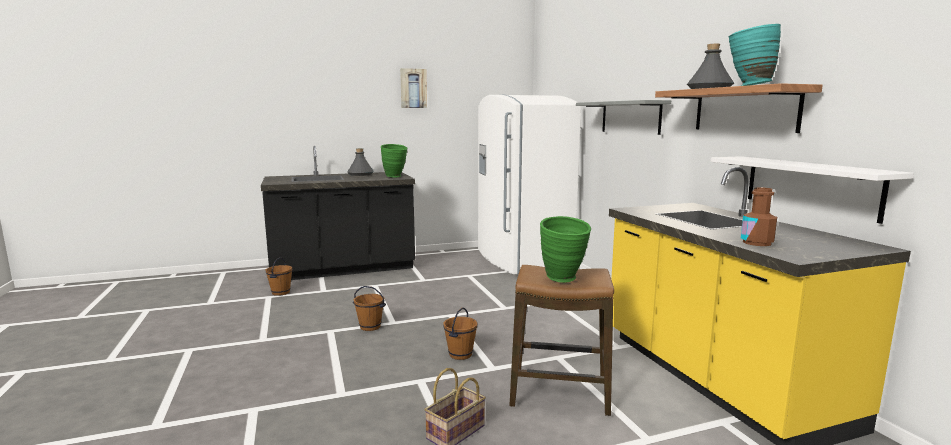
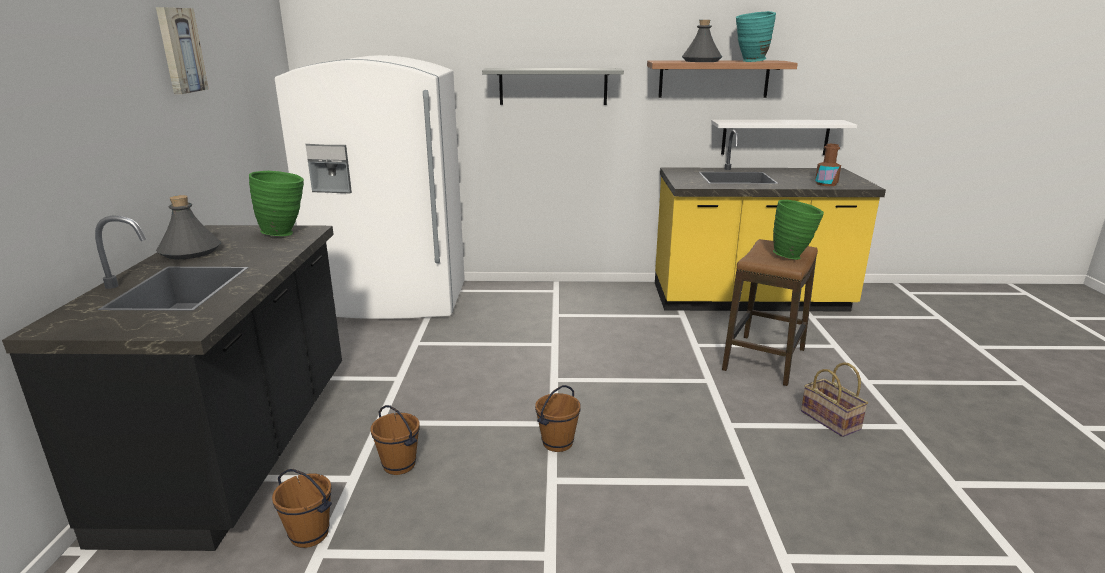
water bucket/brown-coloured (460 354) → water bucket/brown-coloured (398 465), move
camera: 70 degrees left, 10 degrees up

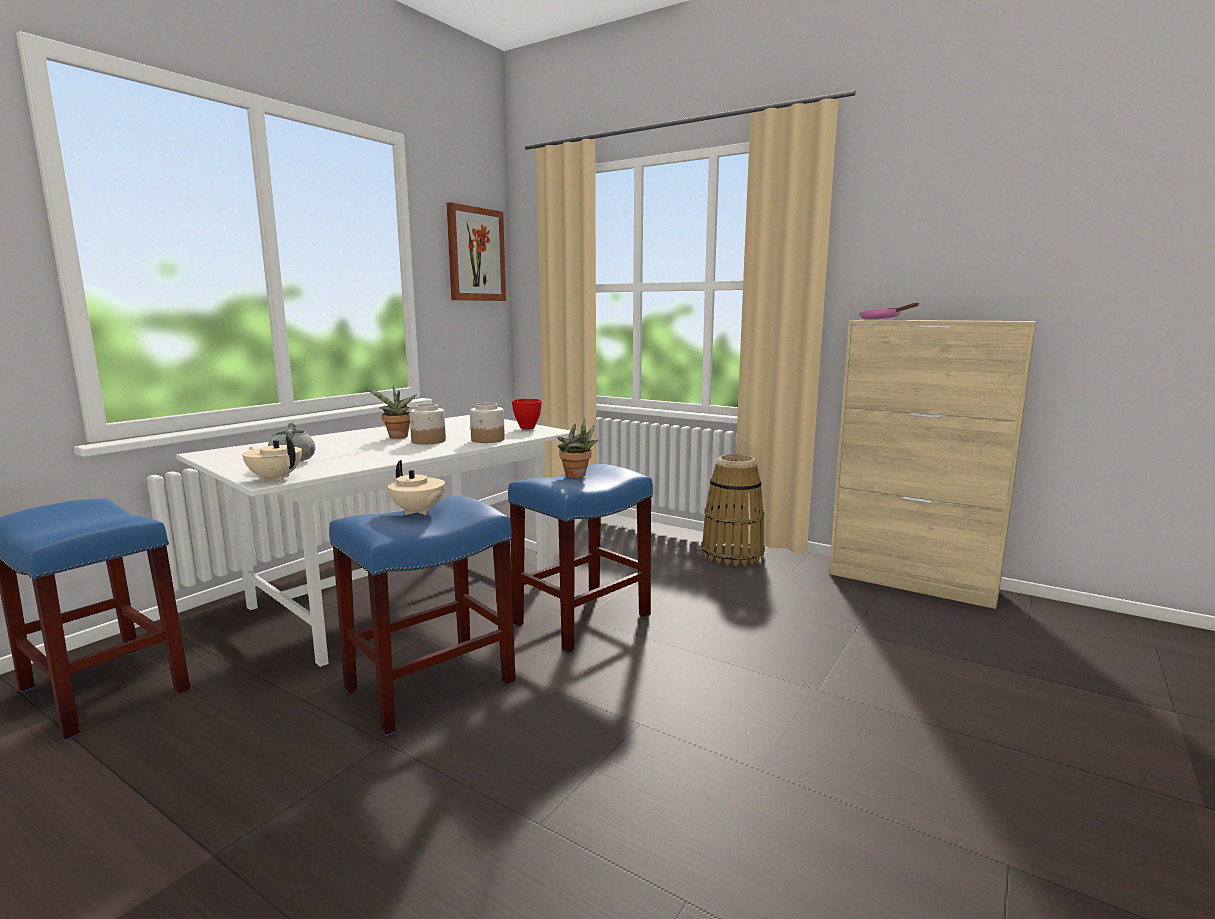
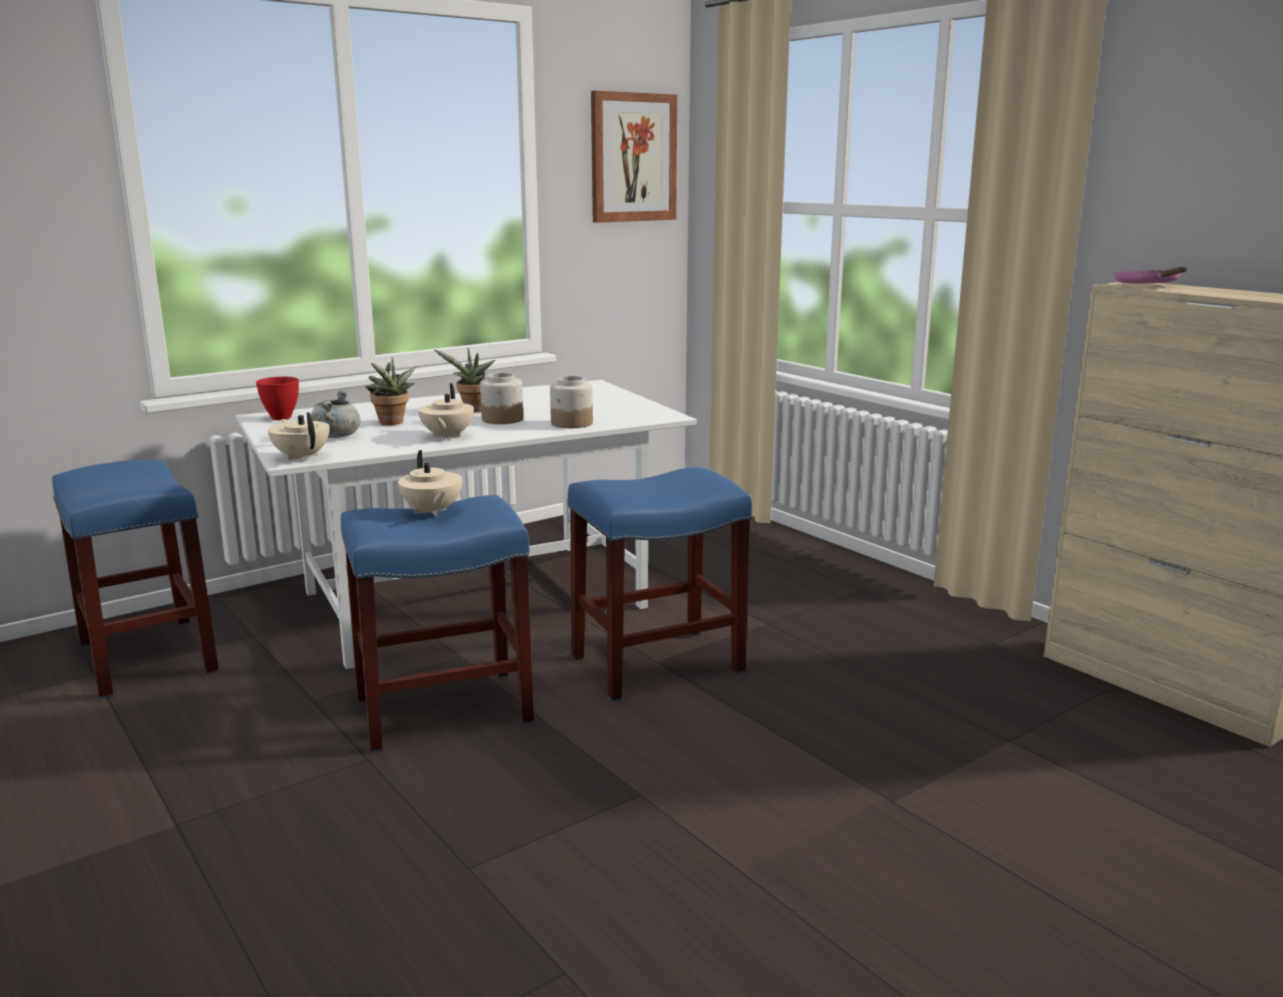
serving bowl/red-coloured (527 428) → serving bowl/red-coloured (282 417), move
plant in a pot (577 476) → plant in a pot (392 423), move
basket (732 554) → -
- → tea pot/beige-coloured (446 436)
camera: 20 degrees right, 5 degrees up

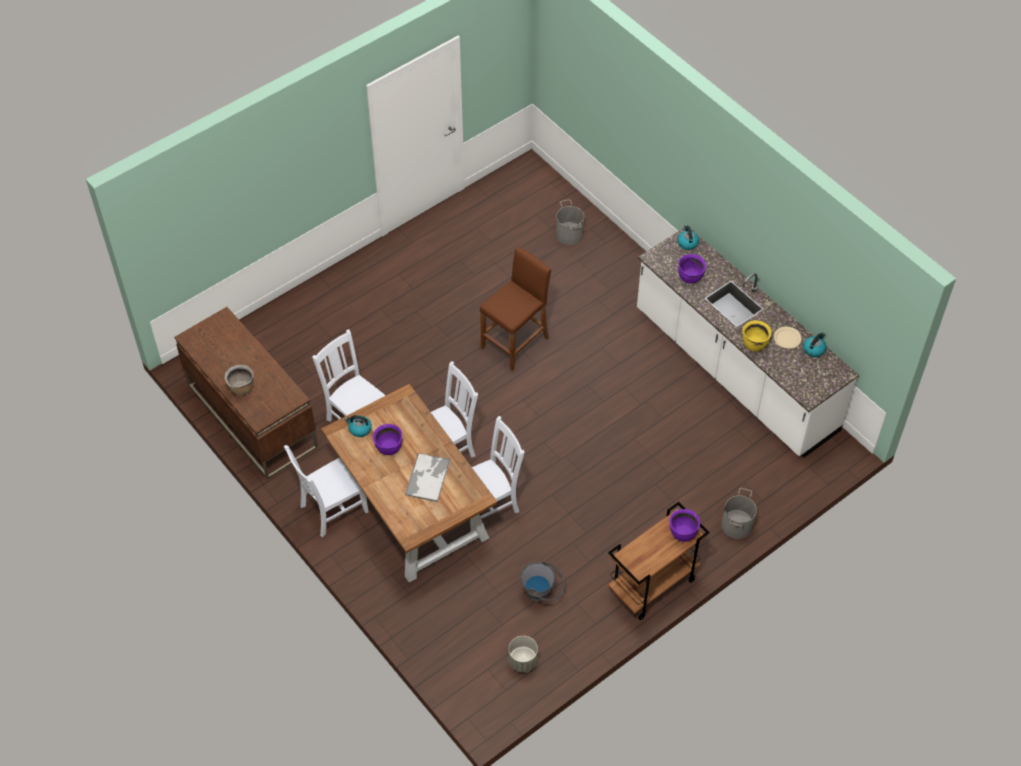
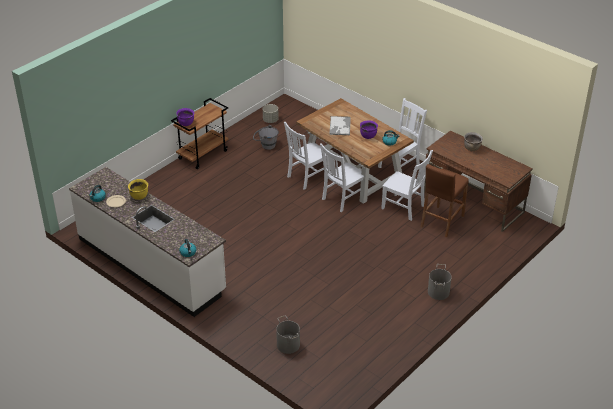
stool seat/brown-coloured (515 343) → stool seat/brown-coloured (441 221), move
saucepot/purple-coloured (690 277) → -
water bucket/grey (737 525) → water bucket/grey (438 292), move
camera: 170 degrees right, 15 degrees down

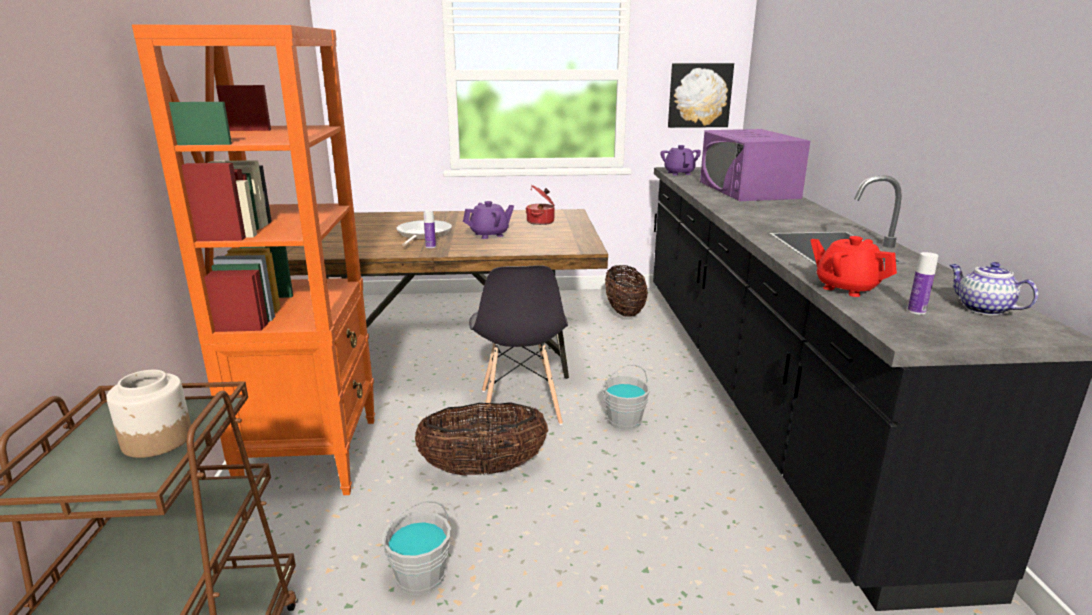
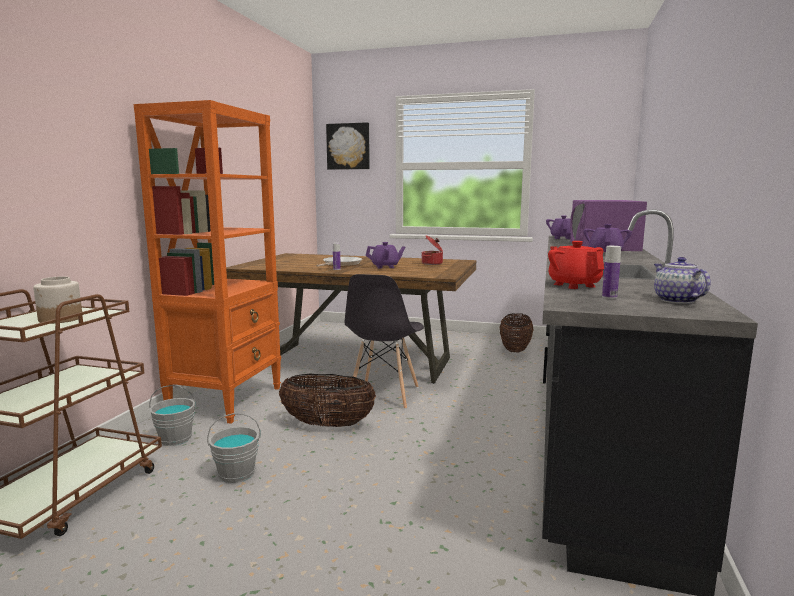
wall picture (699 95) → wall picture (348 146), move
water bucket/grey (624 420) → water bucket/grey (176 438), move
- → tea pot/purple-coloured (605 254)
camera: 20 degrees right, 10 degrees down

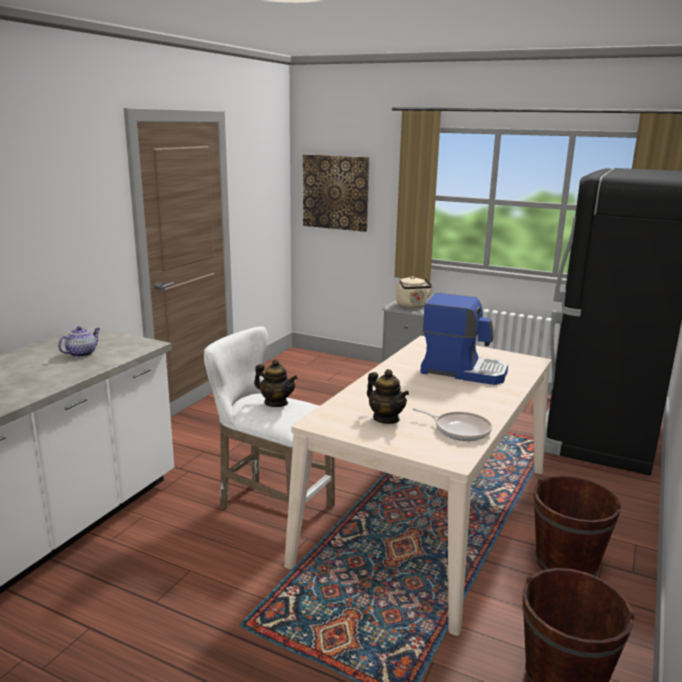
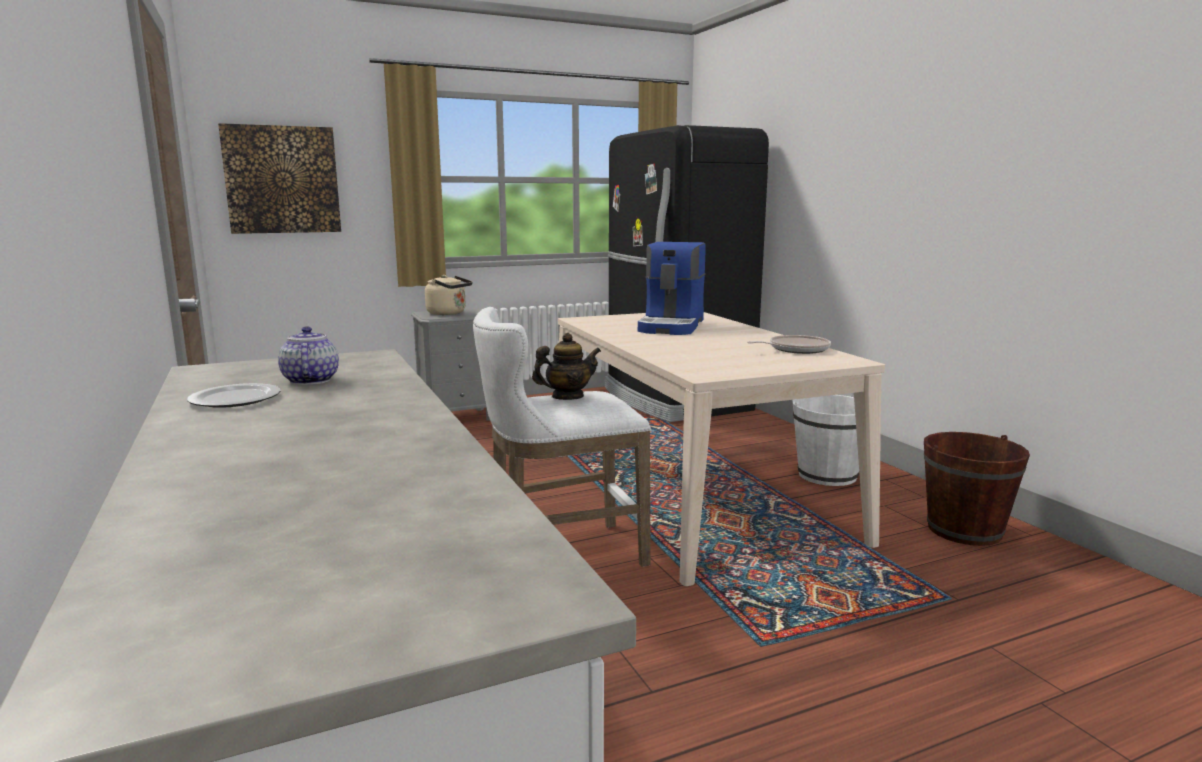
coffee maker (463 371) → coffee maker (672 326), 135 degrees clockwise
tea pot (386 419) → -
water bucket/brown-coloured (566 563) → water bucket/whitish (827 475)
- → plate (236 399)
camera: 50 degrees left, 5 degrees down

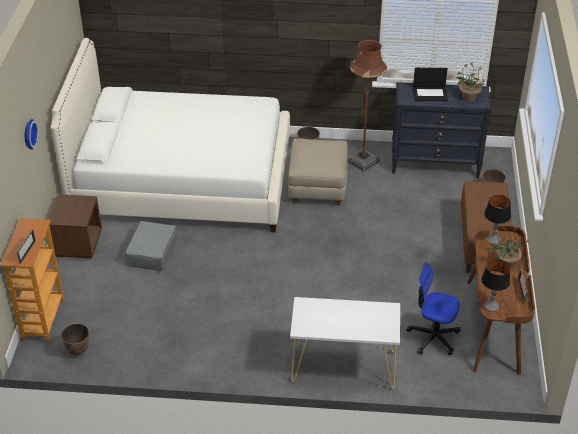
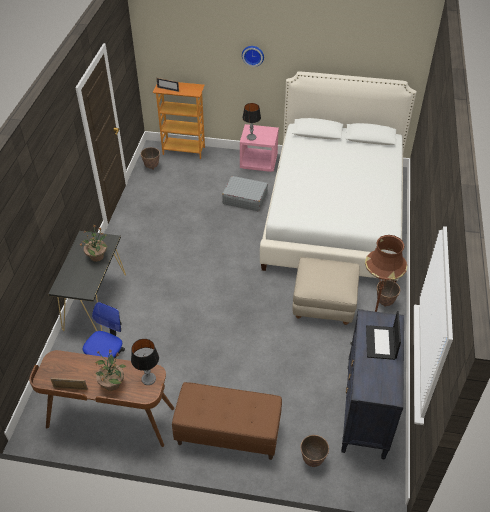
plant in a pot (468 97) → plant in a pot (97 256), move
bedside table/brown-coloured (77 244) → bedside table/pink (259 162)
lamp for a table (491 306) → lamp for a table (251 137), move
narrow table/whitish (343 366) → narrow table/black (95 301)
camera: 95 degrees right, 5 degrees up

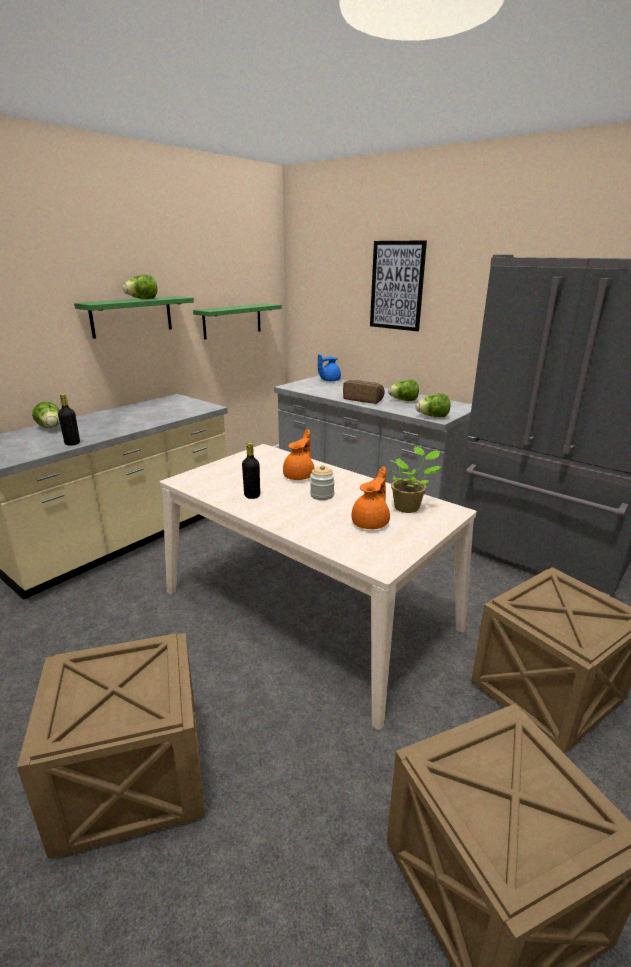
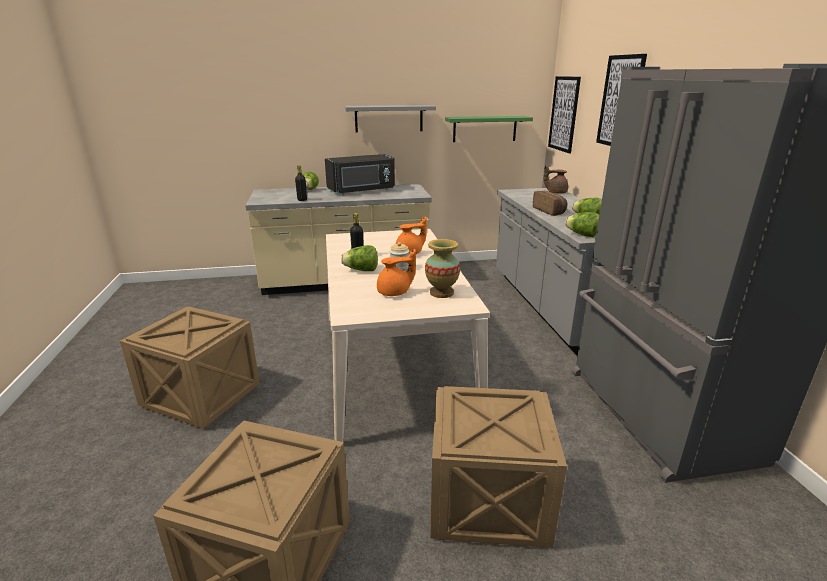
lettuce (142 299) → lettuce (361 270), move
bracket shelf/greenish (132 316) → bracket shelf/grey (389 118)
tea pot/blue (329 380) → tea pot/brown-coloured (555 192)
plant in a pot (408 507) → flower vase (441 293)
- → wall picture (564 114)
- → microwave oven/black (362 190)
camera: 40 degrees right, 0 degrees up

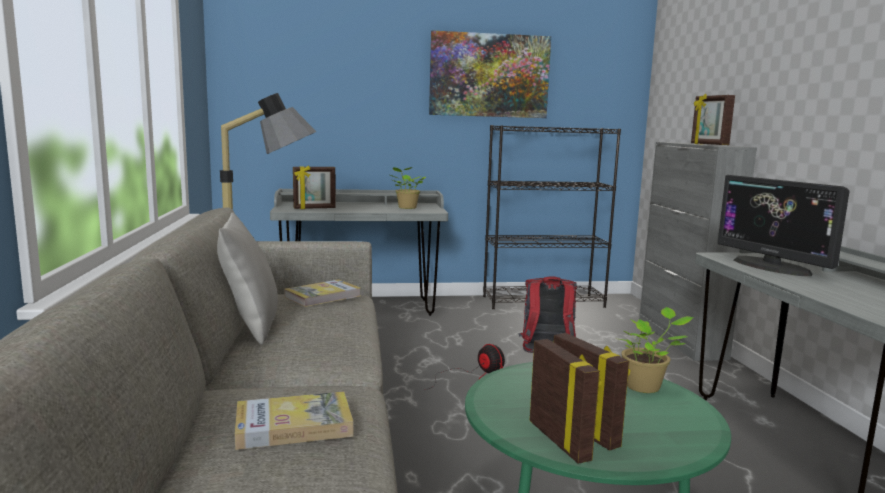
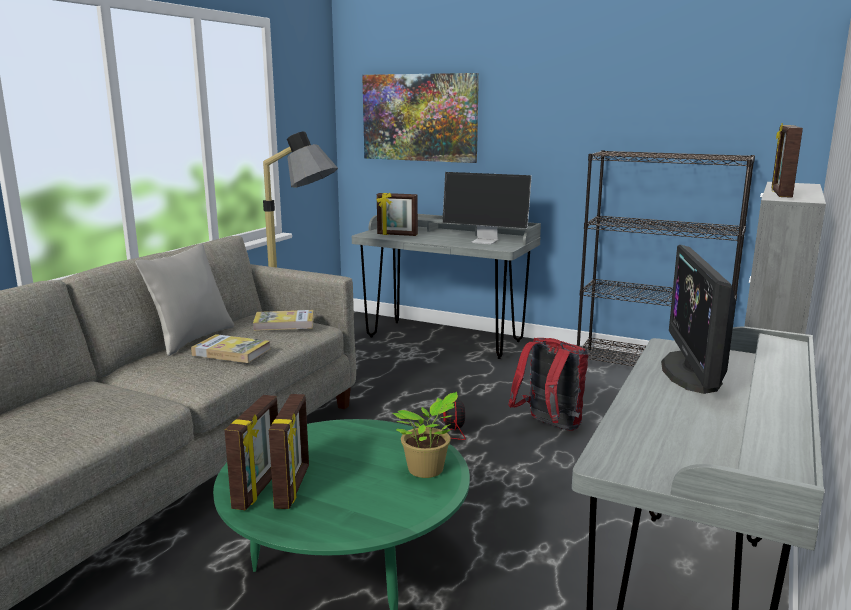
wall picture (489 75) → wall picture (419 117), move
plant in a pot (406 208) → computer screen (486 241)
volume (293 425) → volume (231 352), move
camera: 35 degrees right, 5 degrees up

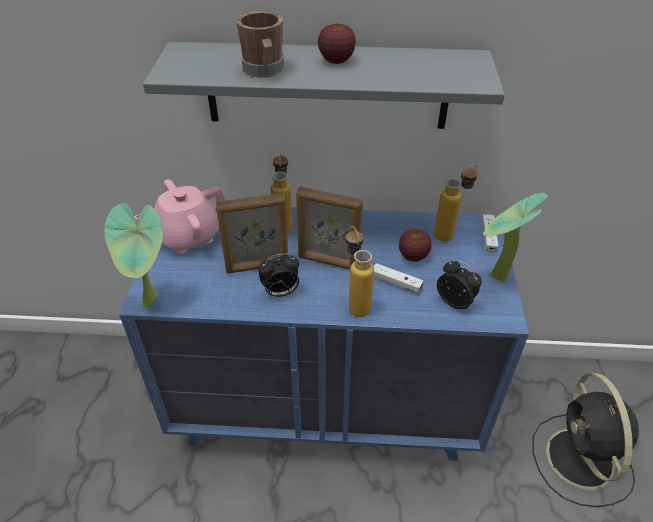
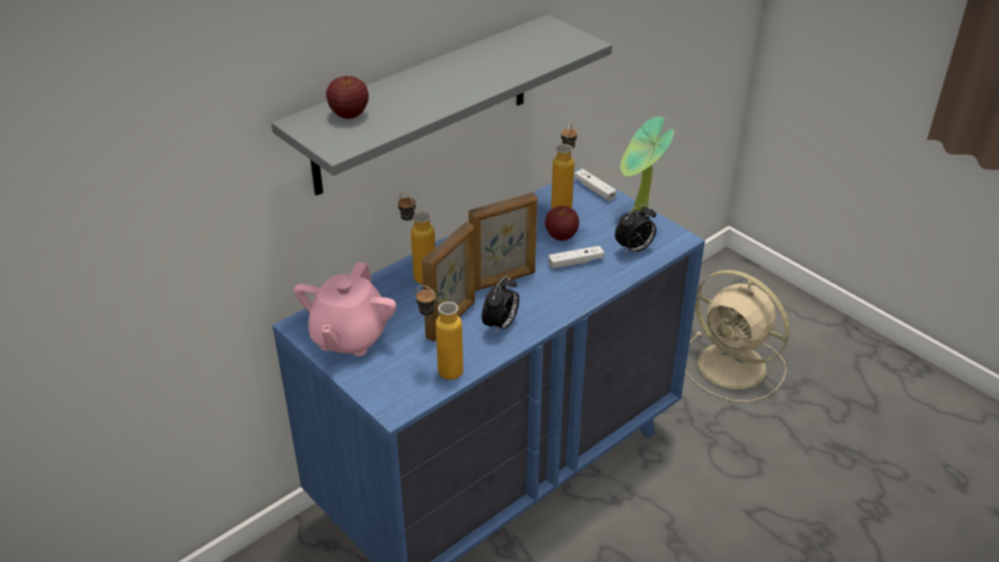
mug/brown-coloured (264 71) → -
apple fruit (336 60) → apple fruit (349 114), move
plant in a pot (152 302) → -
beverage bottle (356 303) → beverage bottle (441 369), move
alarm clock (455 302) → alarm clock (634 249), 150 degrees clockwise
electric fan/black (581 461) → electric fan/beige-coloured (734 367)
camera: 45 degrees left, 5 degrees down

